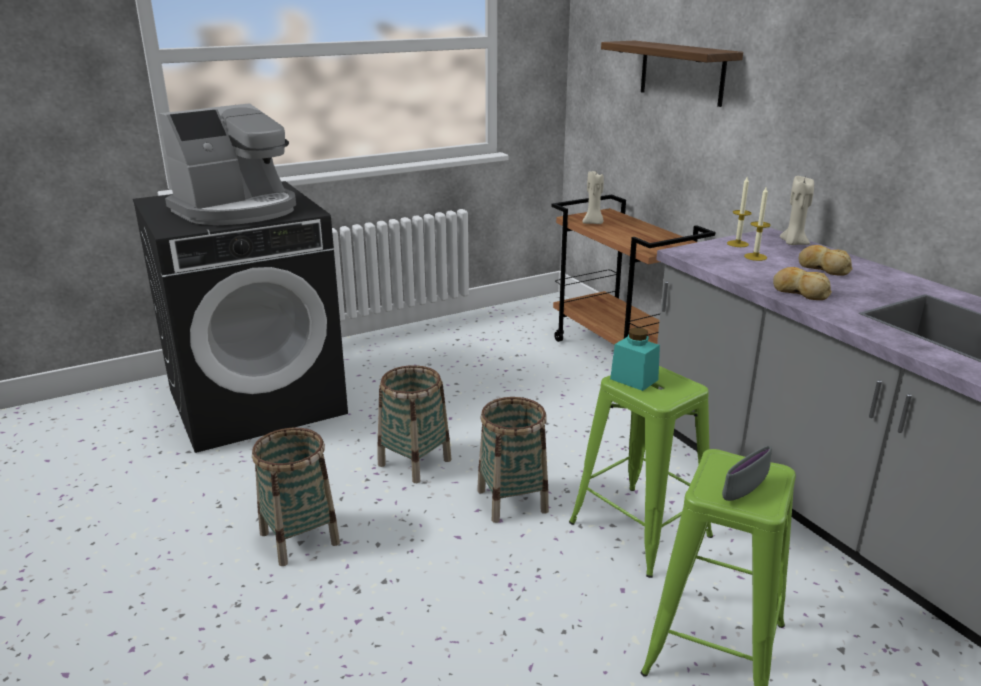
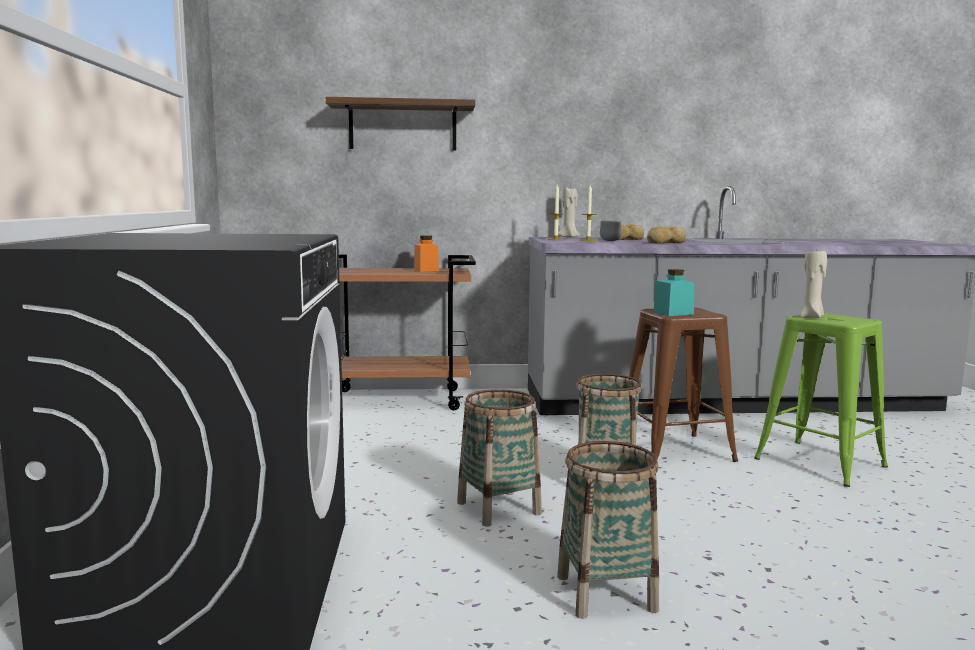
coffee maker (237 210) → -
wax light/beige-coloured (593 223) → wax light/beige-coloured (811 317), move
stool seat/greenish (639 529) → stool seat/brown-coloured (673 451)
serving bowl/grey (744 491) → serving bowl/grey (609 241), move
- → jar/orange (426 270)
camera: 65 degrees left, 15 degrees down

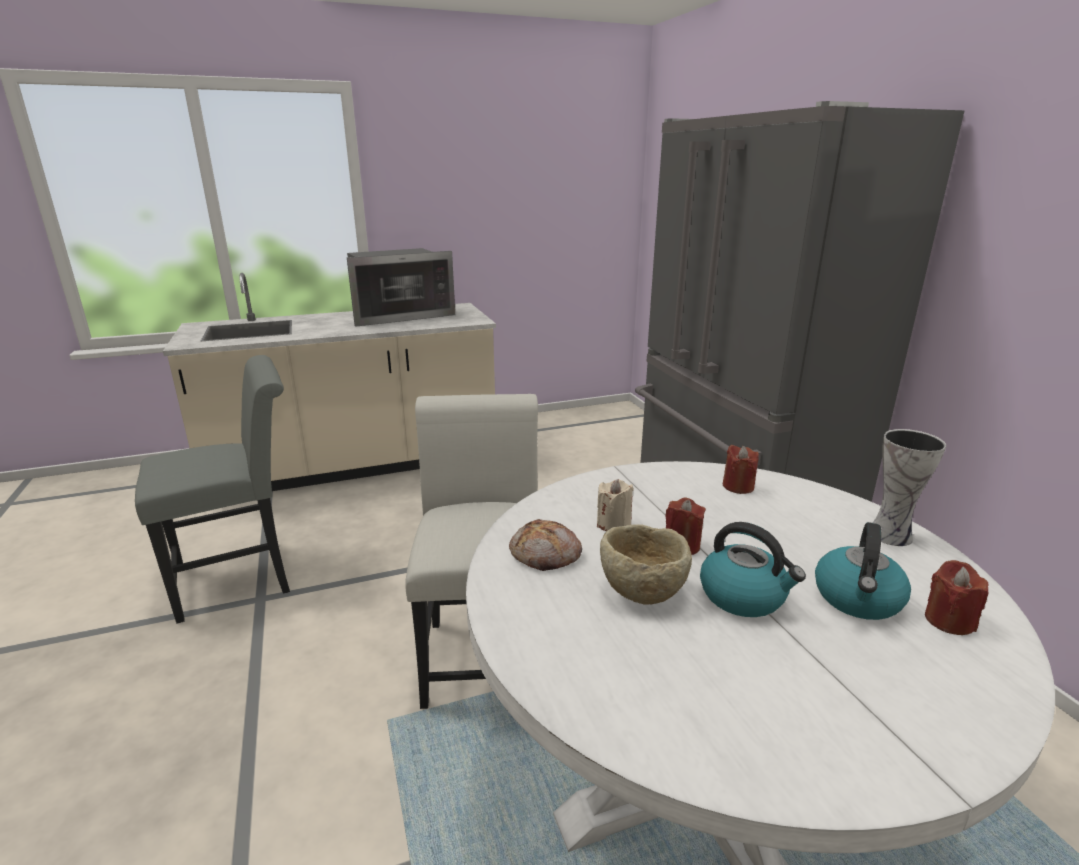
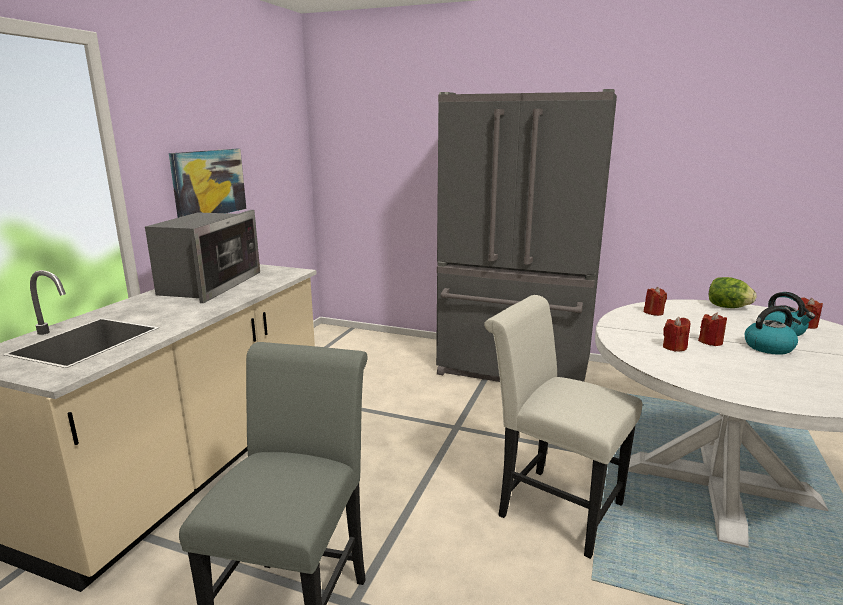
flower vase (890 534) → lettuce (727 307)
wax light/beige-coloured (614 524) → wax light/red-coloured (674 347)
bakery bread (546 555) → -
serving bowl/beige-coloured (641 591) → -
- → wall picture (209 183)
camera: 50 degrees left, 5 degrees down

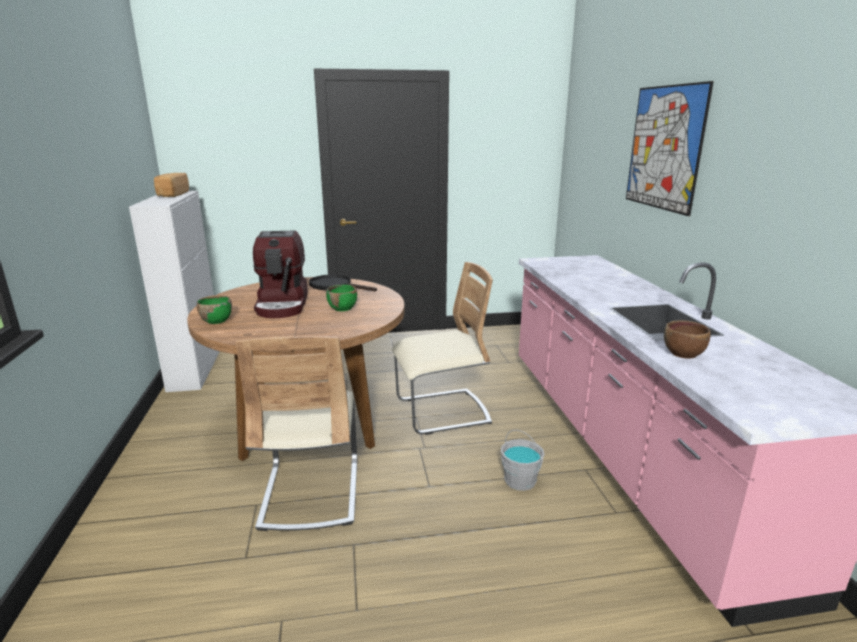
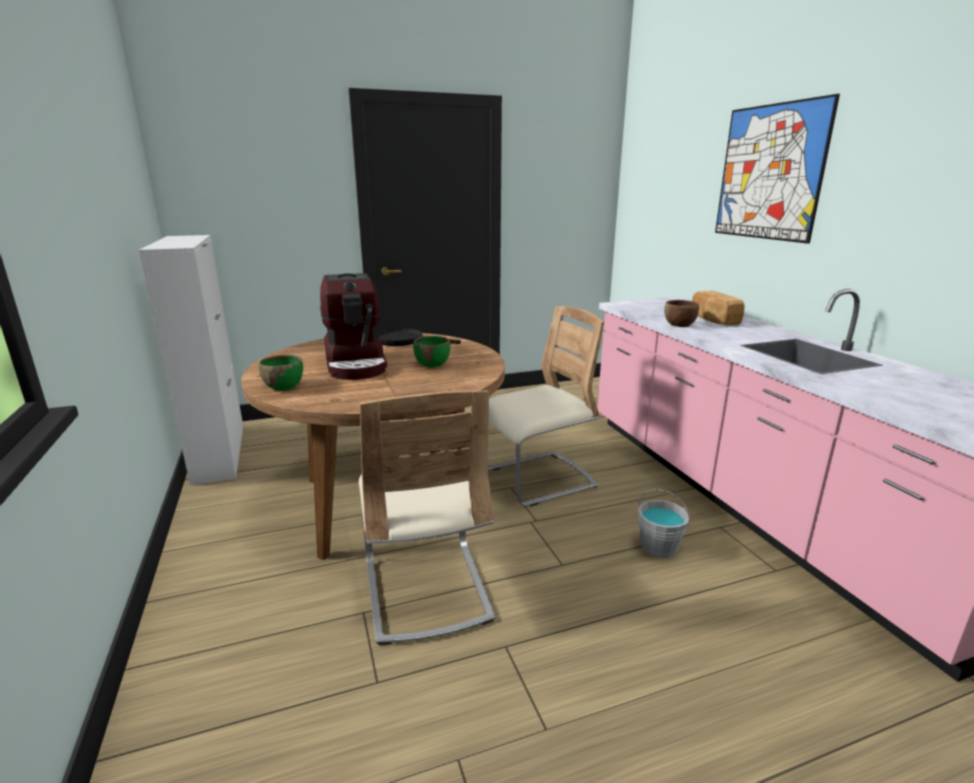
bakery bread (172 194) → bakery bread (713 320), move
serving bowl/brown-coloured (683 353) → serving bowl/brown-coloured (679 324), move
camera: 10 degrees left, 0 degrees up

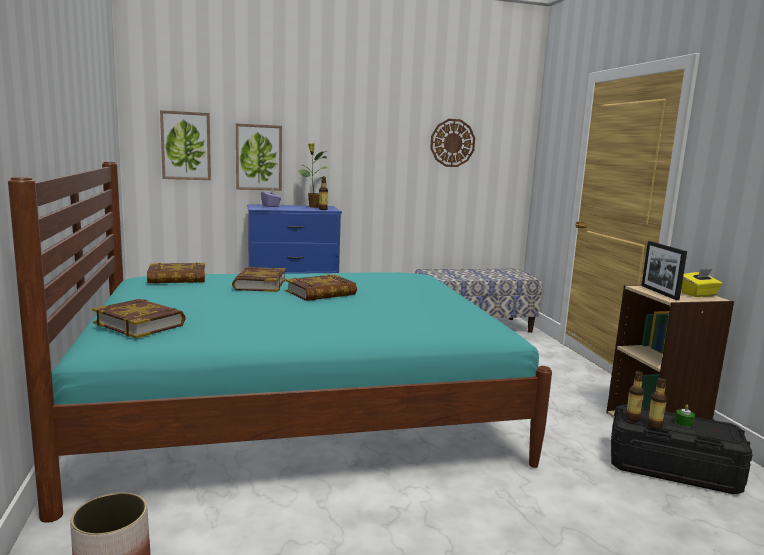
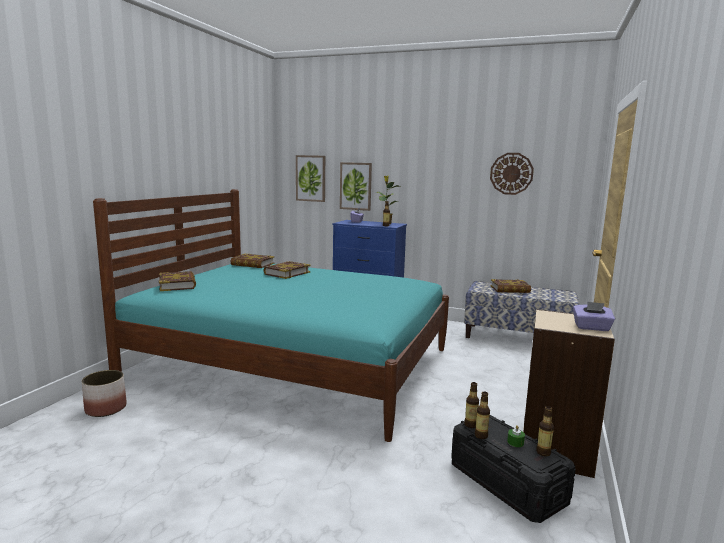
photo frame (659 292) → -
tissue holder/yellowish (699 294) → tissue holder/purple-coloured (591 328)
volume (321 293) → volume (510 289), move
- → beverage bottle (543 452)
camera: 35 degrees right, 0 degrees up

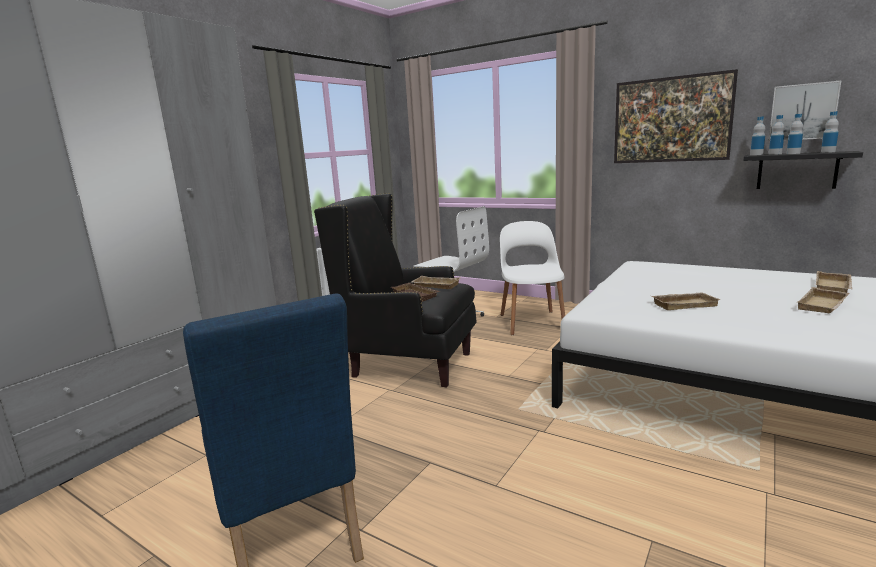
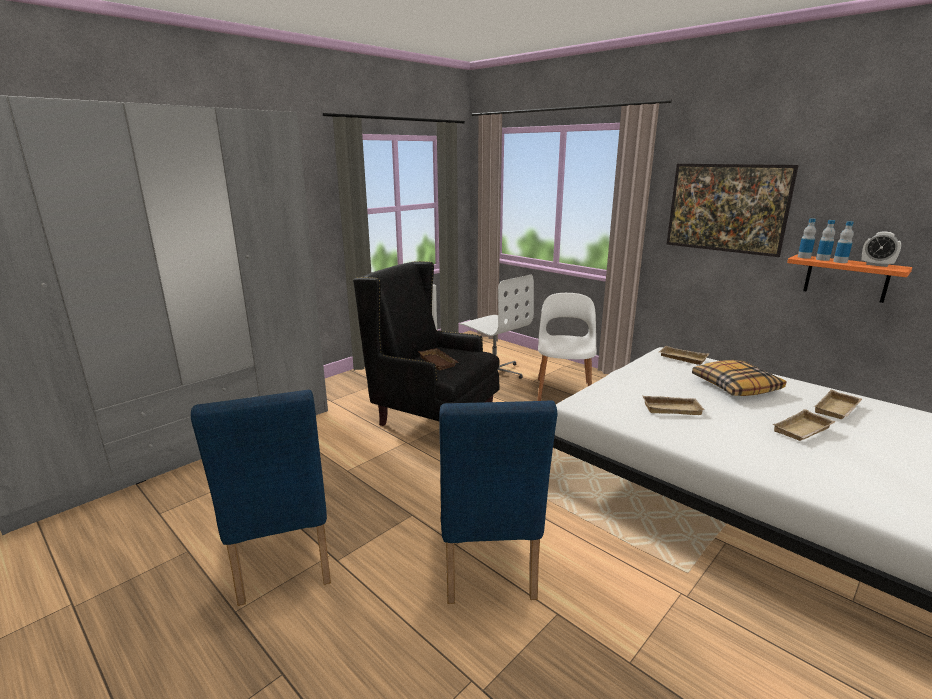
wall picture (803 112) → -
beverage bottle (828 152) → alarm clock (877 265)
bracket shelf/black (797 171) → bracket shelf/orange (846 278)
serving tray/beige-coloured (434 286) → serving tray/beige-coloured (681 358), move
- → throw pillow (735 386)
- → upright chair/blue (487 569)
camera: 10 degrees right, 5 degrees up

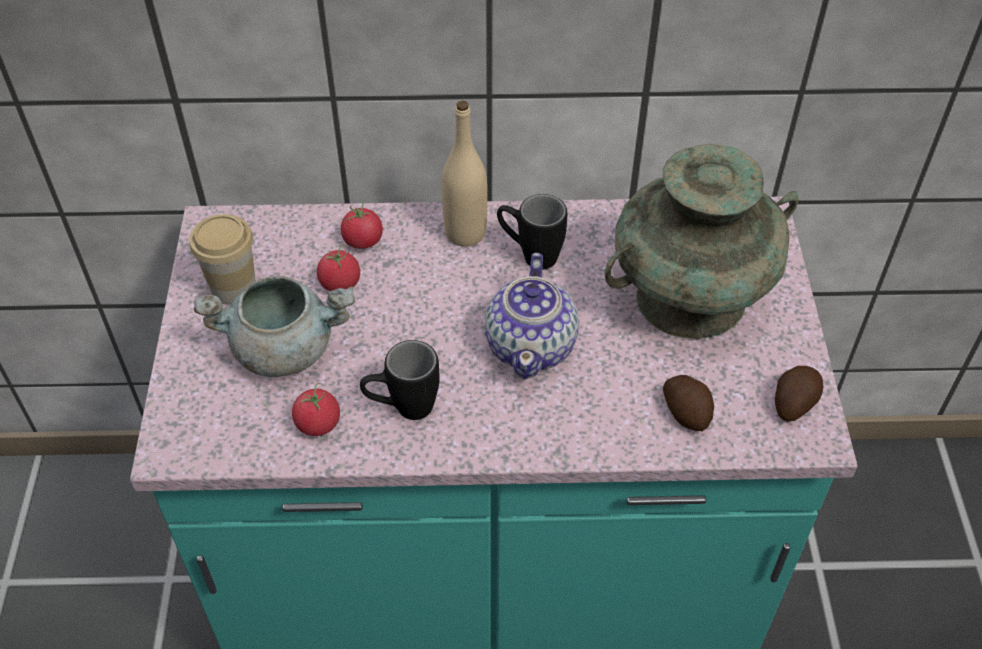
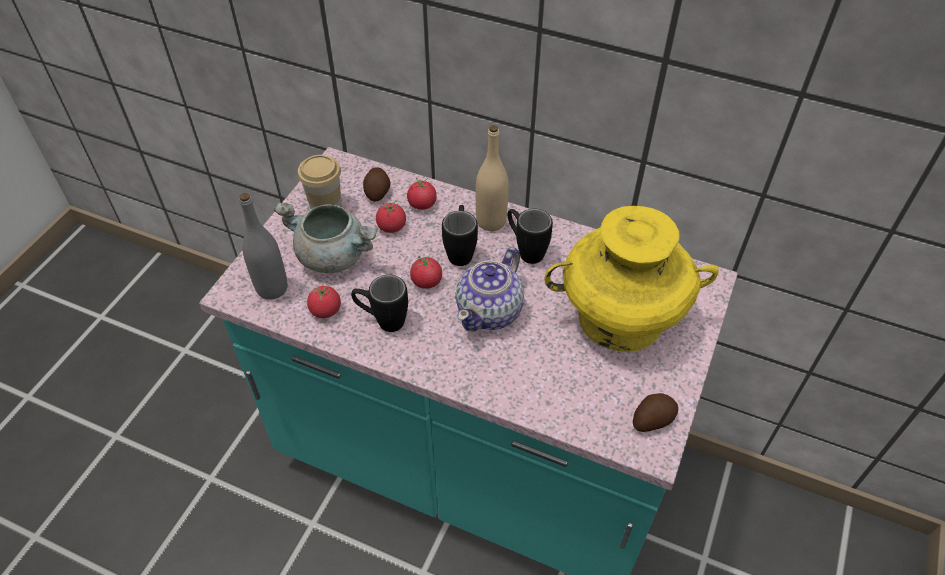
flower vase/blue-green (691 297) → flower vase/yellowish (621 318)
spud (687 411) → spud (378 191), move
- → beverage bottle/grey (272 288)
- → mug/black (460 250)
- → fresh tomato (426 281)
camera: 25 degrees right, 0 degrees up

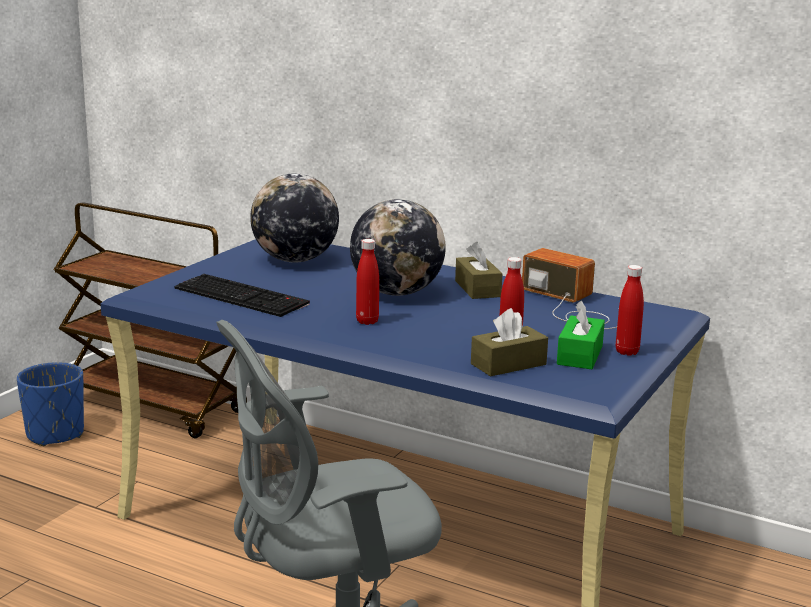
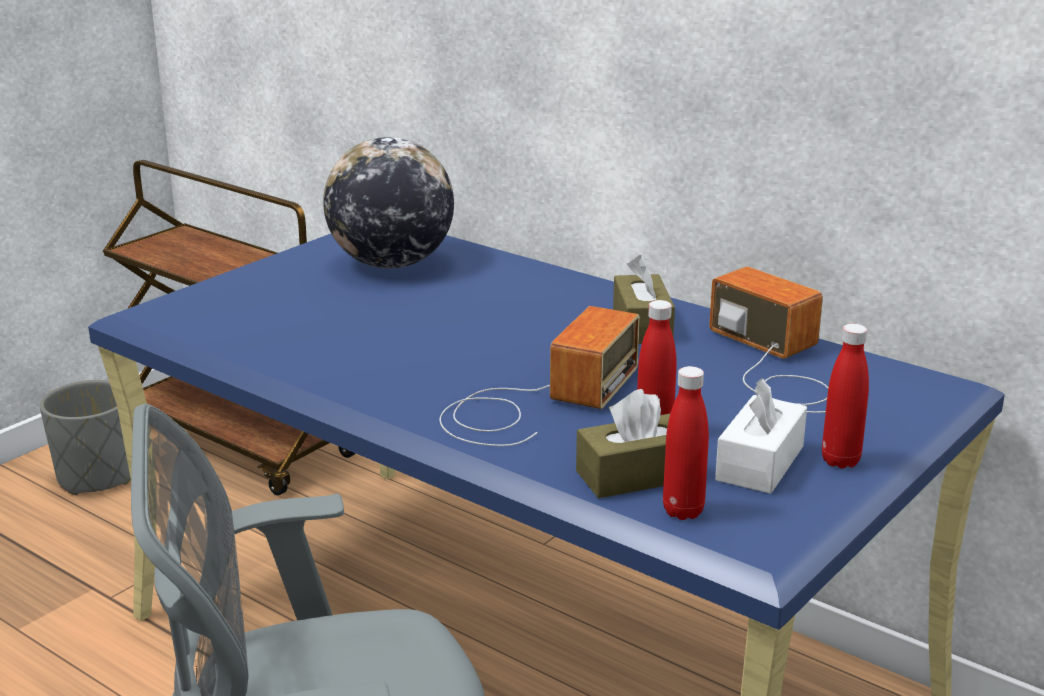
globe (396 293) → -
beverage bottle/red-coloured (367 321) → beverage bottle/red-coloured (683 511), move
PC keyboard (243 296) → -
tissue holder/greenish (580 355) → tissue holder/whitish (760 463)
flower pot/blue (55 434) → flower pot/grey (96 477)
- → radio receiver (536 402)
camera: 10 degrees right, 5 degrees up

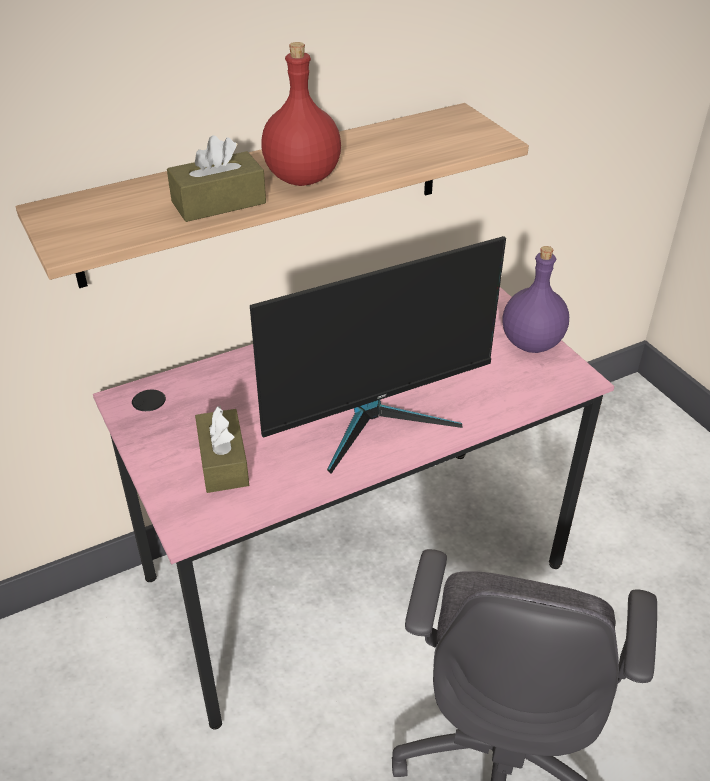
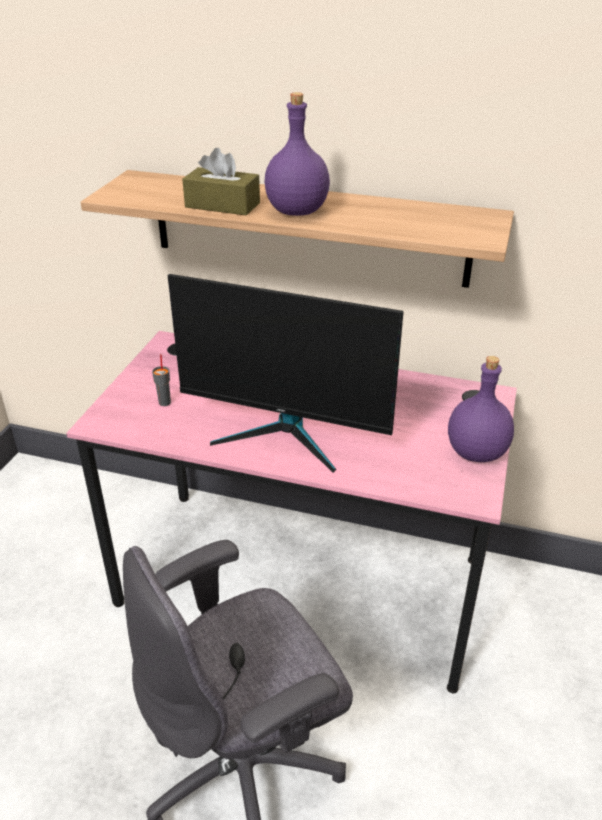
beverage bottle/red-coloured (302 177) → beverage bottle/purple-coloured (297 211)
tissue holder/brown-coloured (223 462) → drinking cup/grey (165 402)
camera: 45 degrees right, 5 degrees down

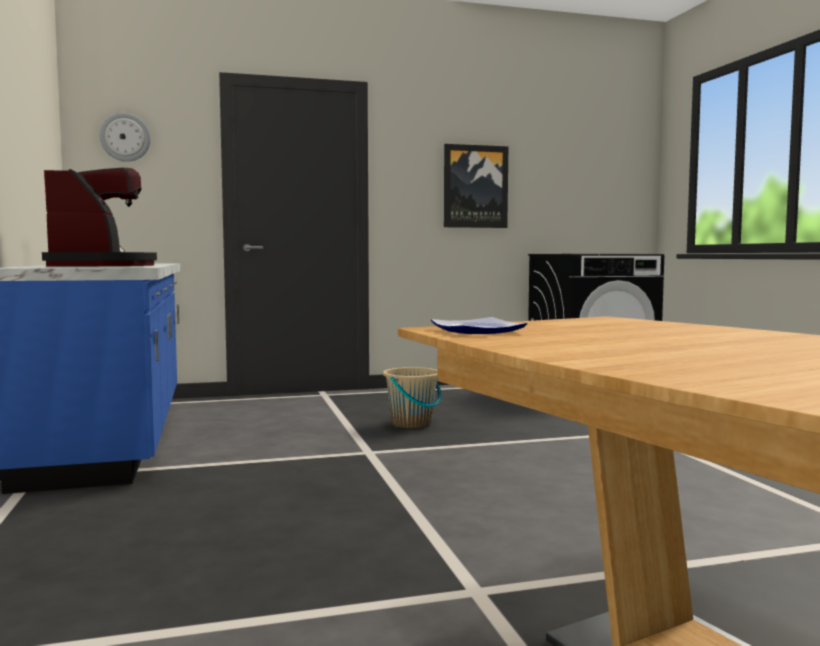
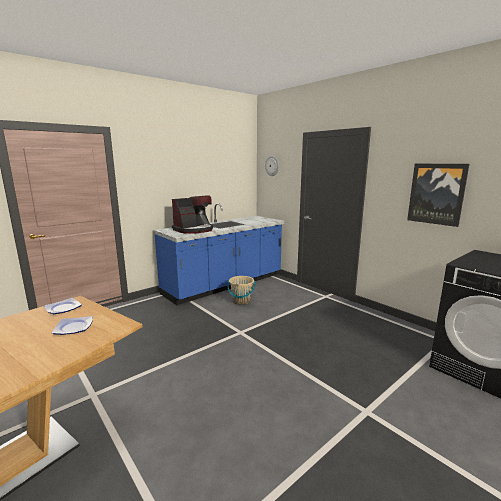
water bucket/beige-coloured (412 424) → water bucket/beige-coloured (241 301), move
- → plate (74 327)
camera: 65 degrees right, 10 degrees up

